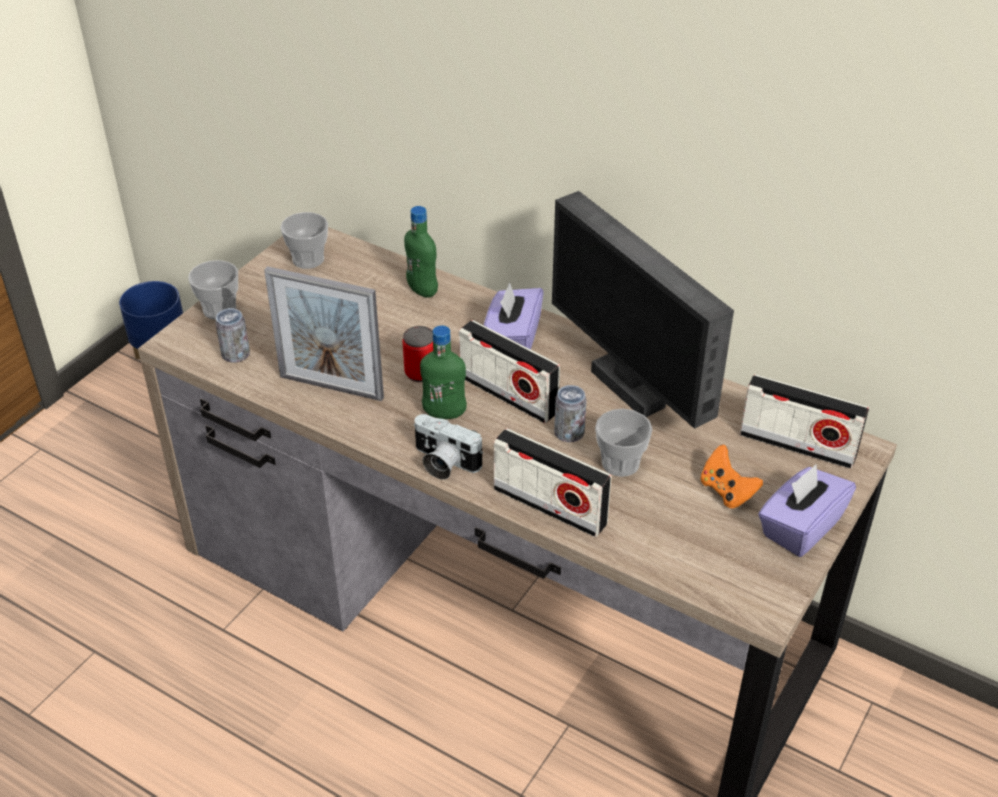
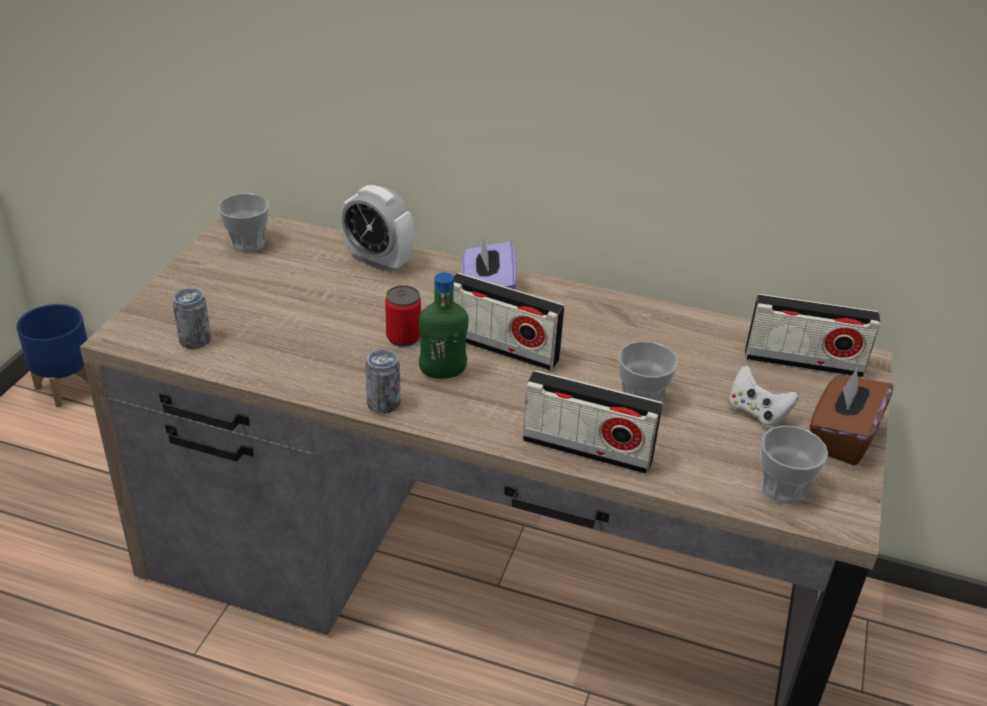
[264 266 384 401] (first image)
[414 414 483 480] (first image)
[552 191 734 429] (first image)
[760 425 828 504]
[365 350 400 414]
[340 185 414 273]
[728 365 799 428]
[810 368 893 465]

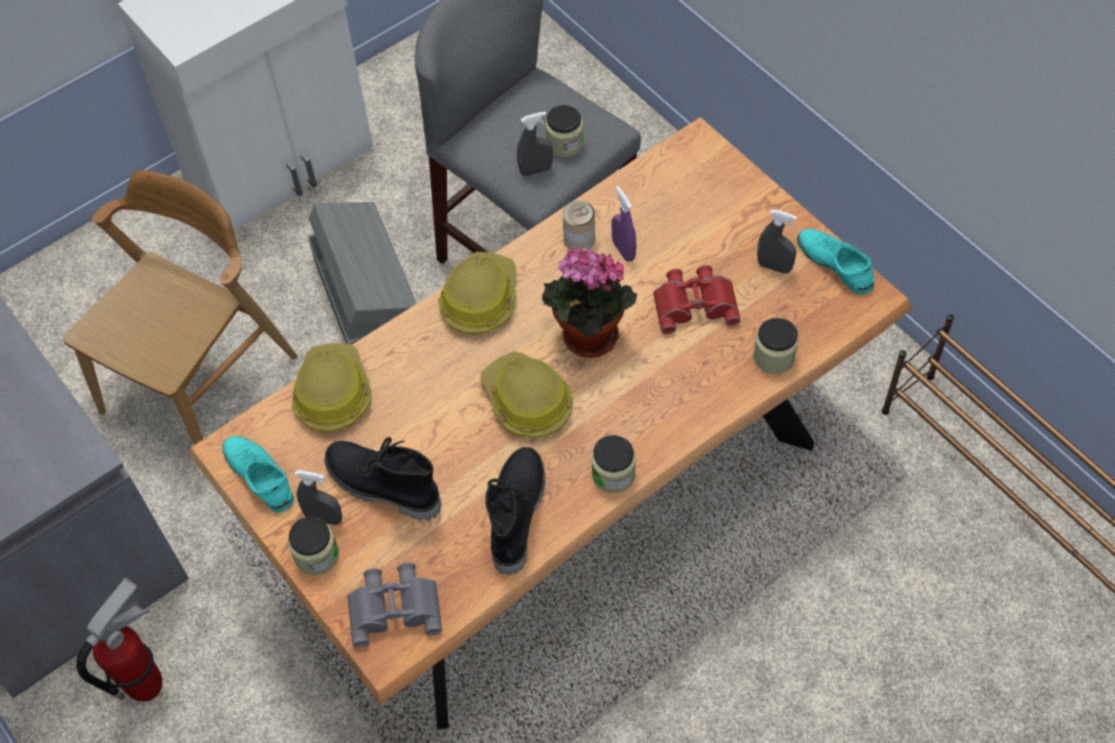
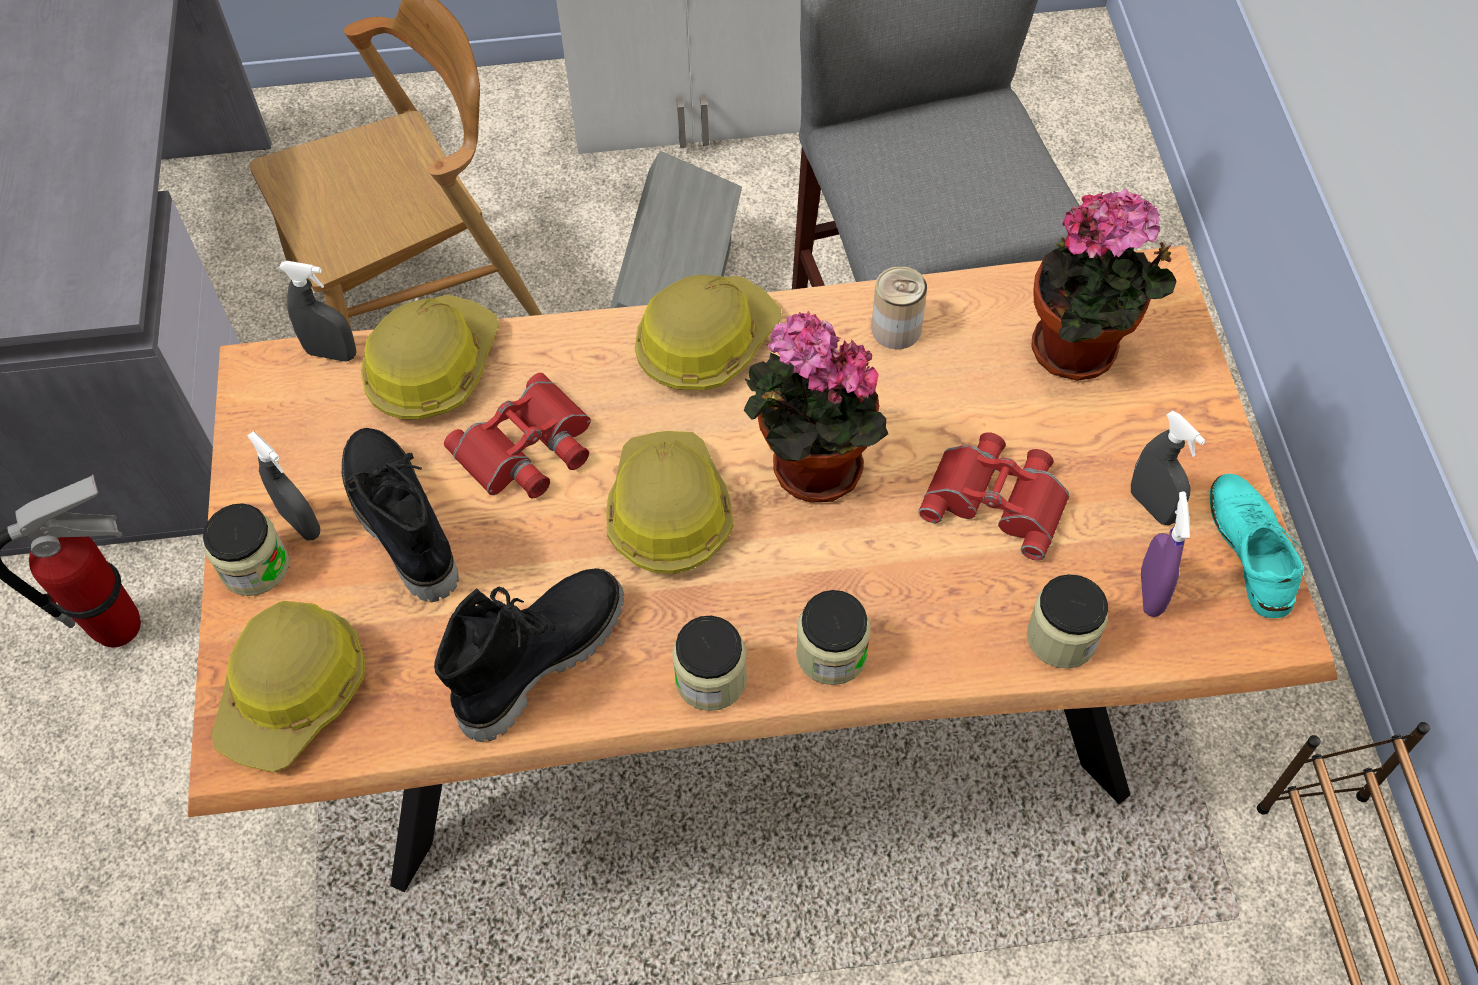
[222 436 294 512] (first image)
[444 373 591 499]
[1031 189 1177 381]
[279 261 356 362]
[796 590 871 685]
[1141 492 1190 617]
[211 601 365 772]

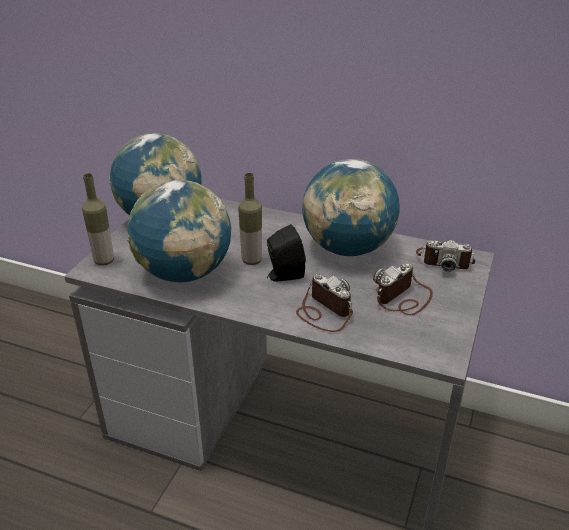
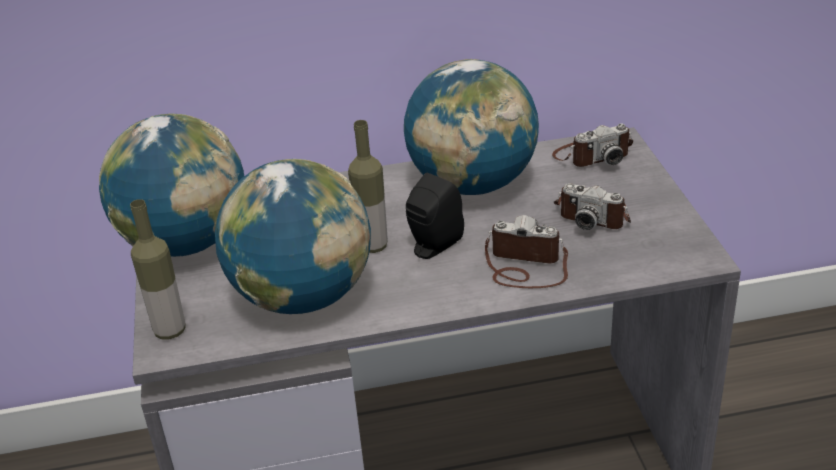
[554 183 631 230]

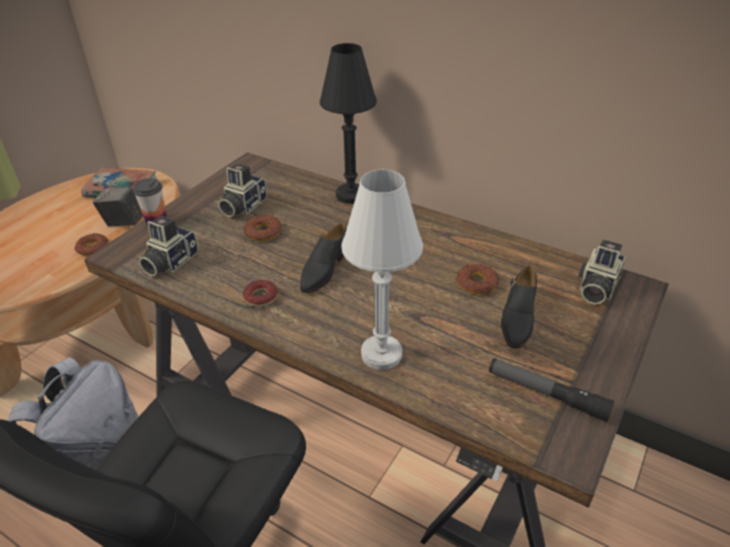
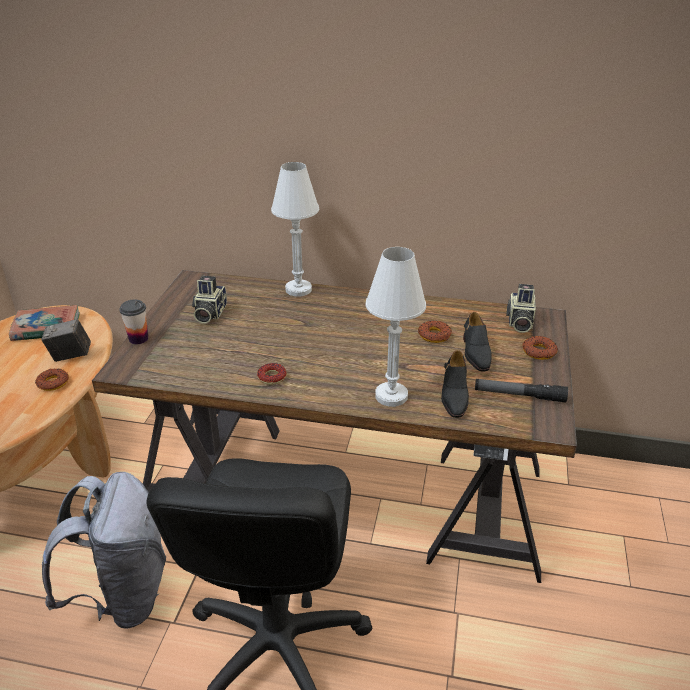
[139 216 198 276] (first image)
[522 336 558 360]
[441 350 469 418]
[271 162 319 297]

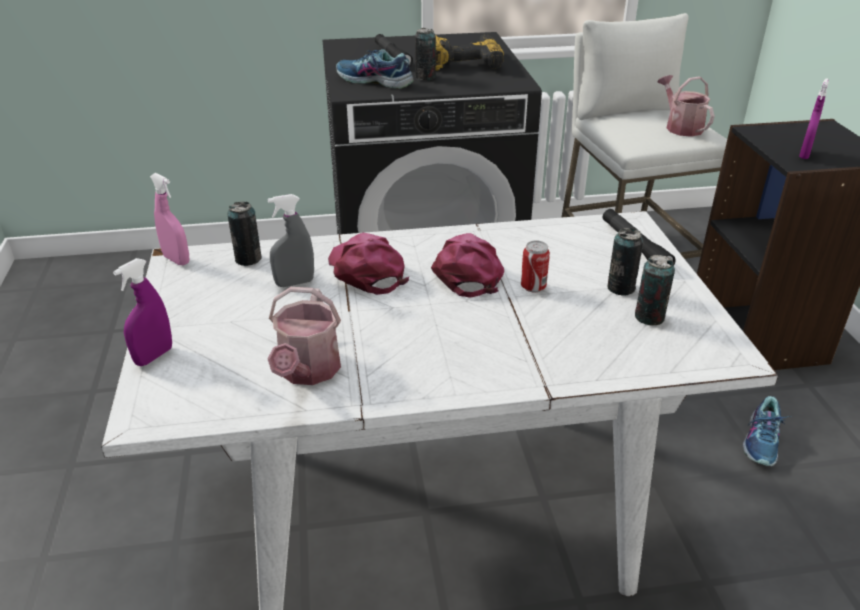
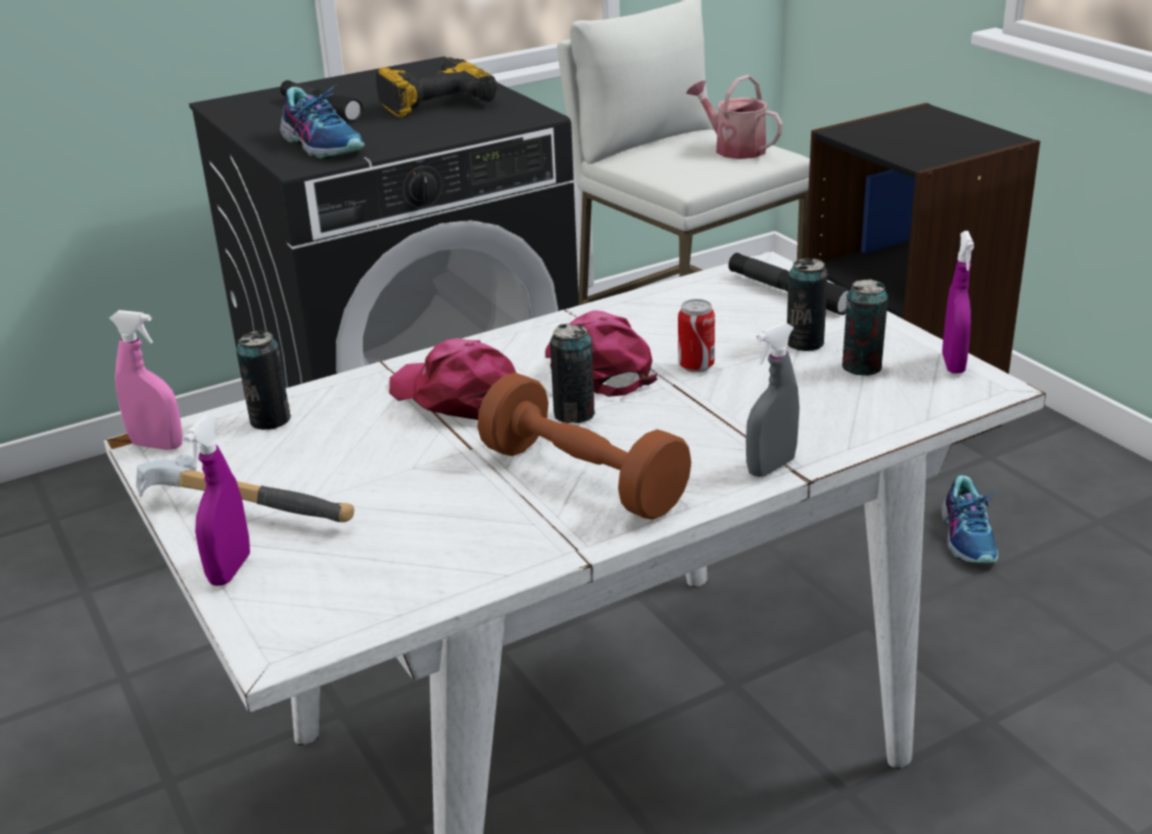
[268 287 341 385] (first image)
[136 455 354 522]
[478 373 691 520]
[746 322 799 477]
[550 323 595 423]
[942 231 974 374]
[280 84 364 159]

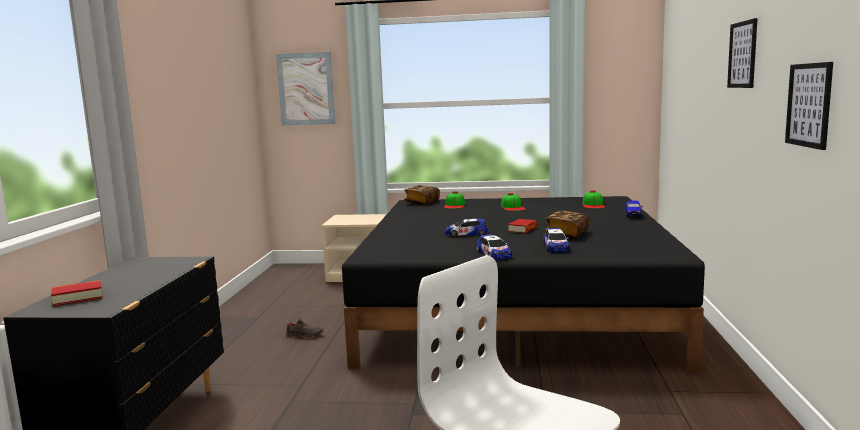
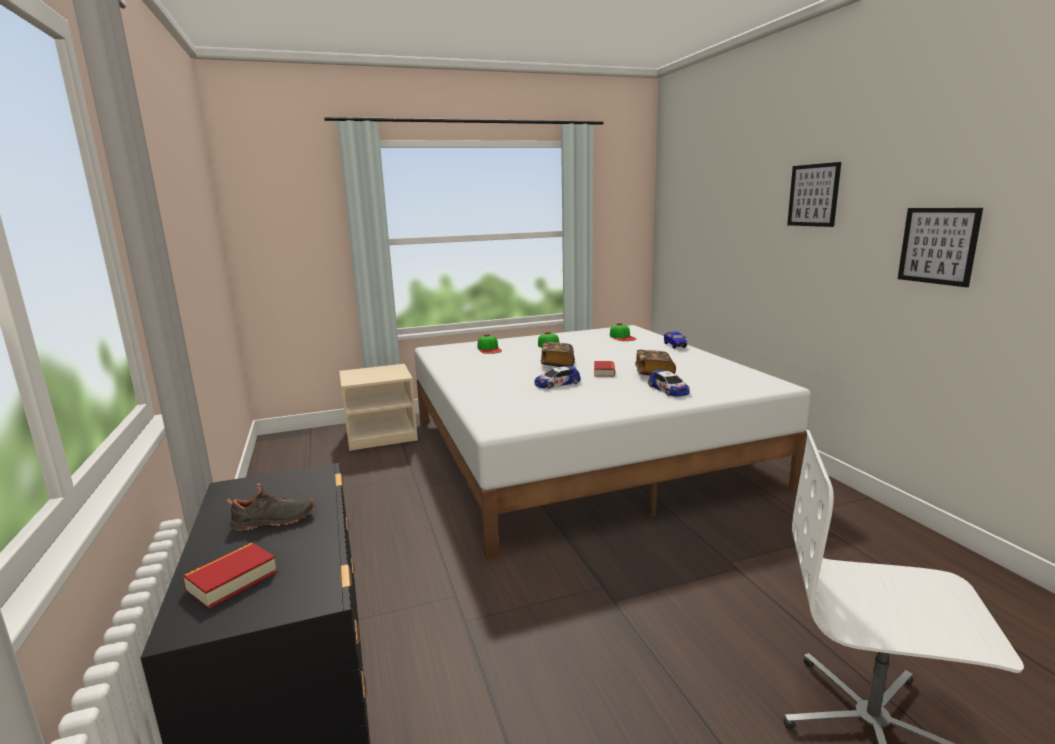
[276 52 336 126] (first image)
[476 234 512 260] (first image)
[227 483 315 531]
[540 342 575 367]
[414 325 811 560]

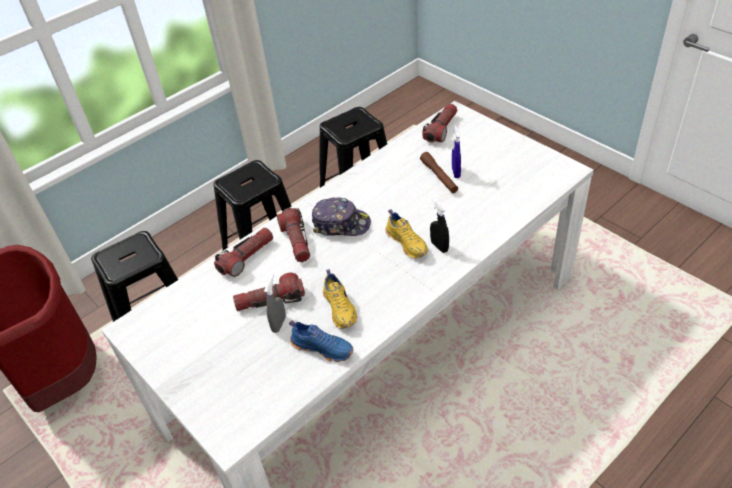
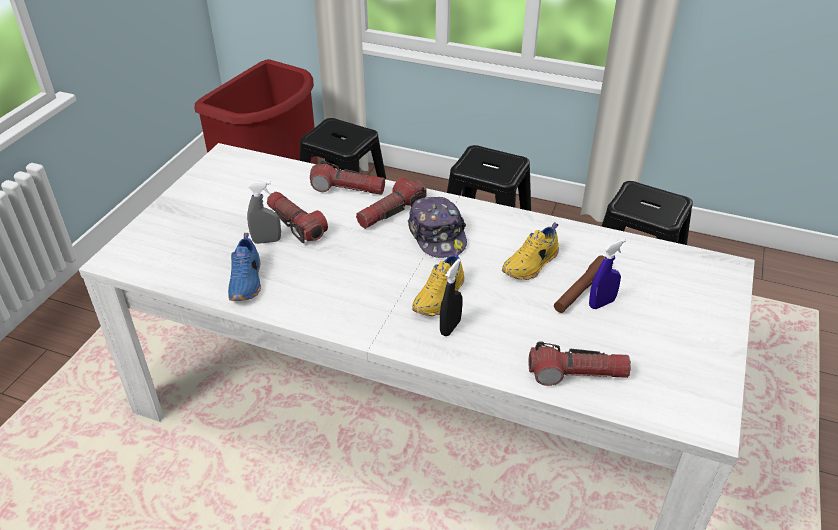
[502 222 559 280]
[528 341 631 386]

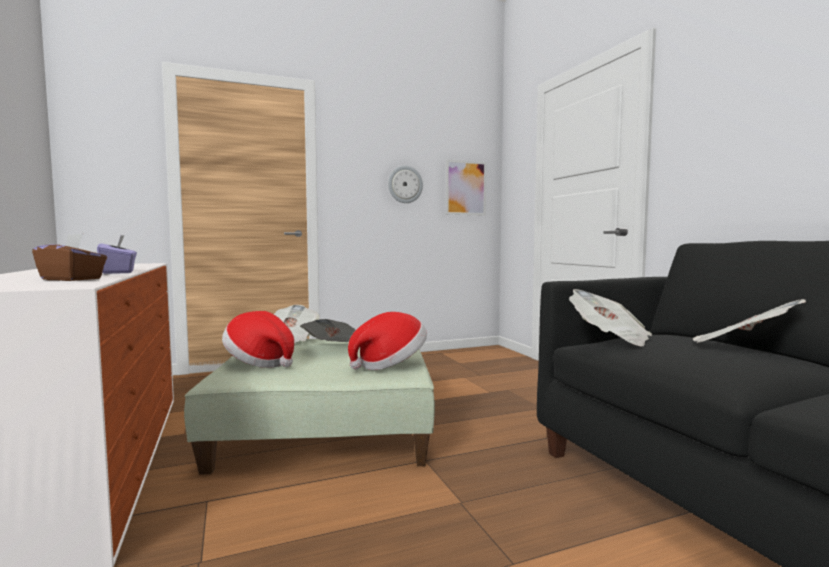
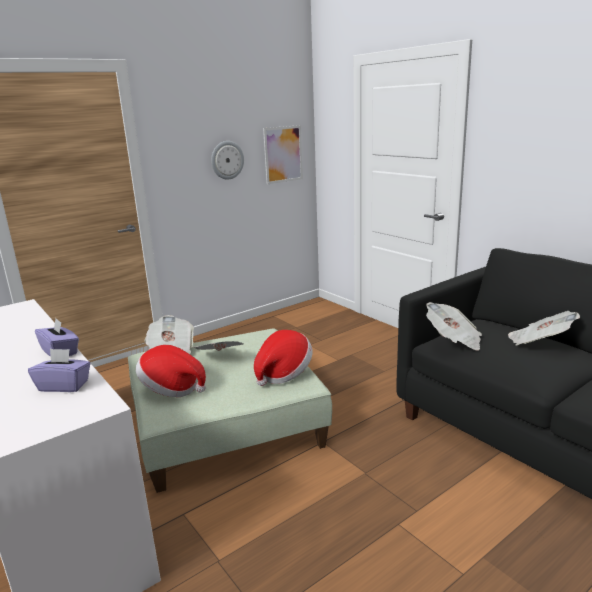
[28 349 91 392]

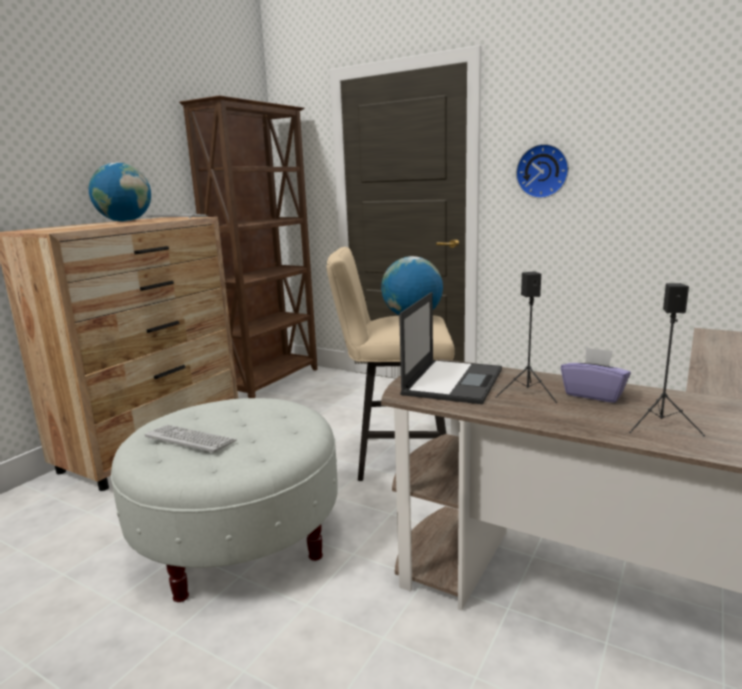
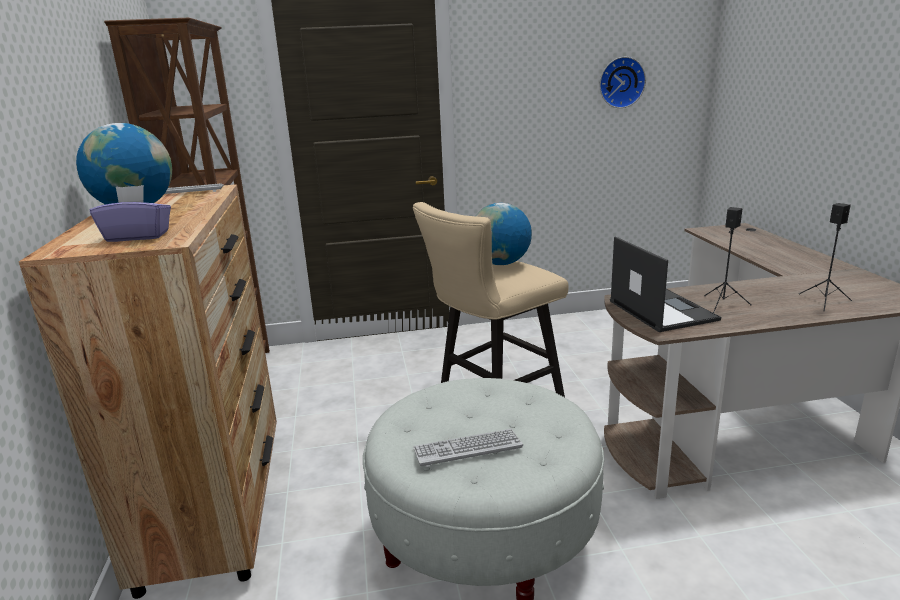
[600 57 646 108]
[90 185 171 242]

